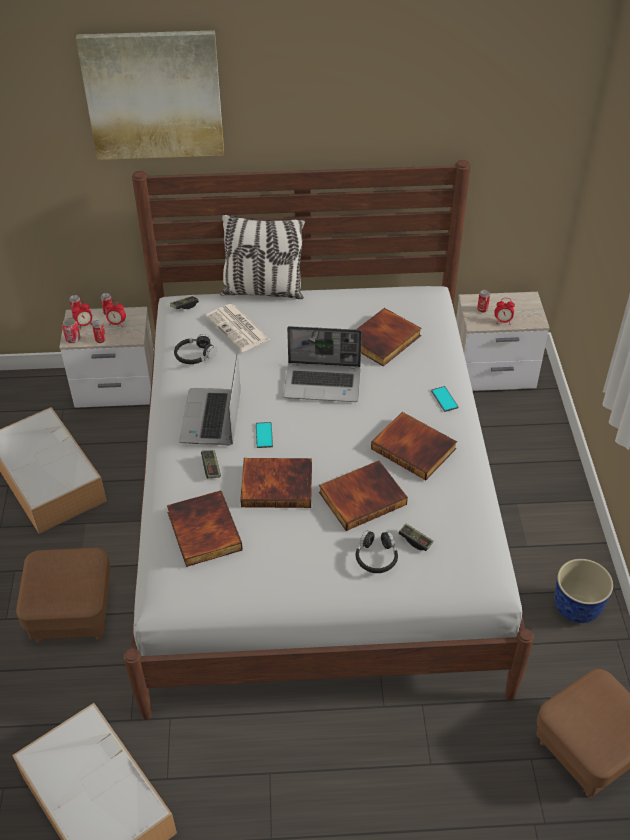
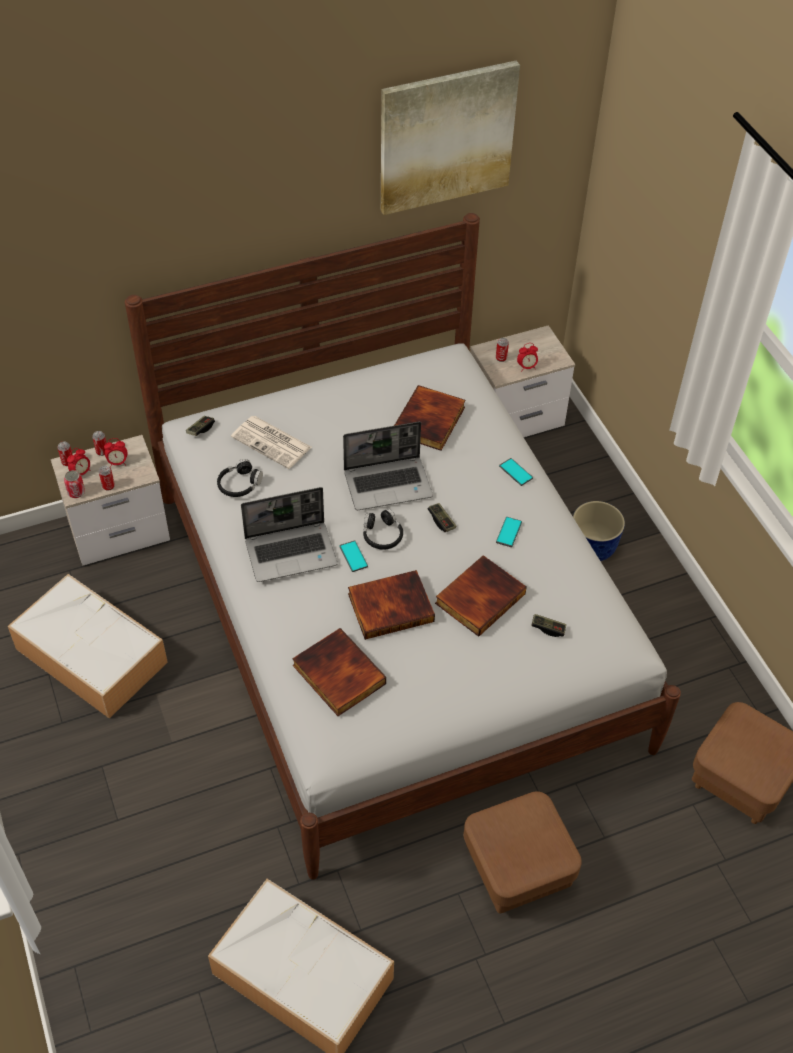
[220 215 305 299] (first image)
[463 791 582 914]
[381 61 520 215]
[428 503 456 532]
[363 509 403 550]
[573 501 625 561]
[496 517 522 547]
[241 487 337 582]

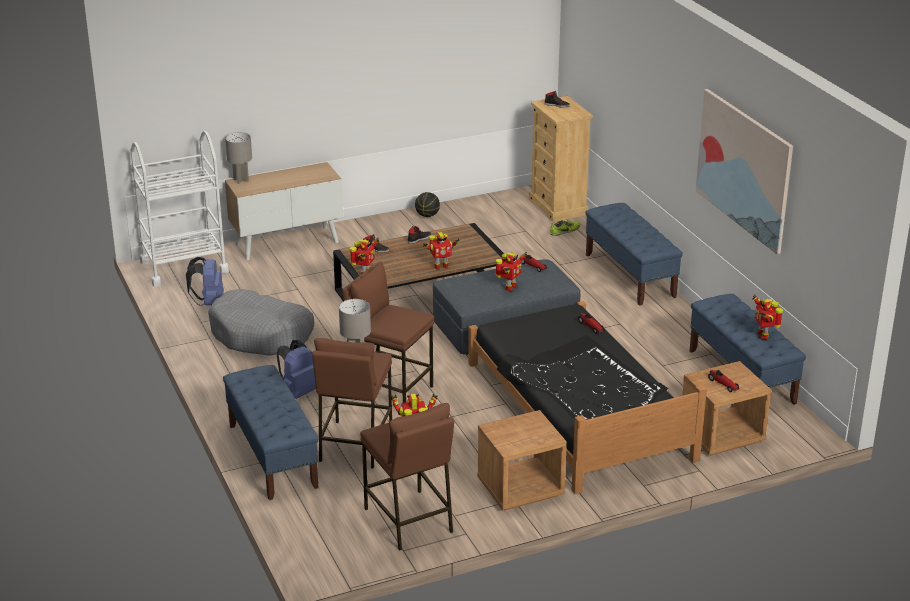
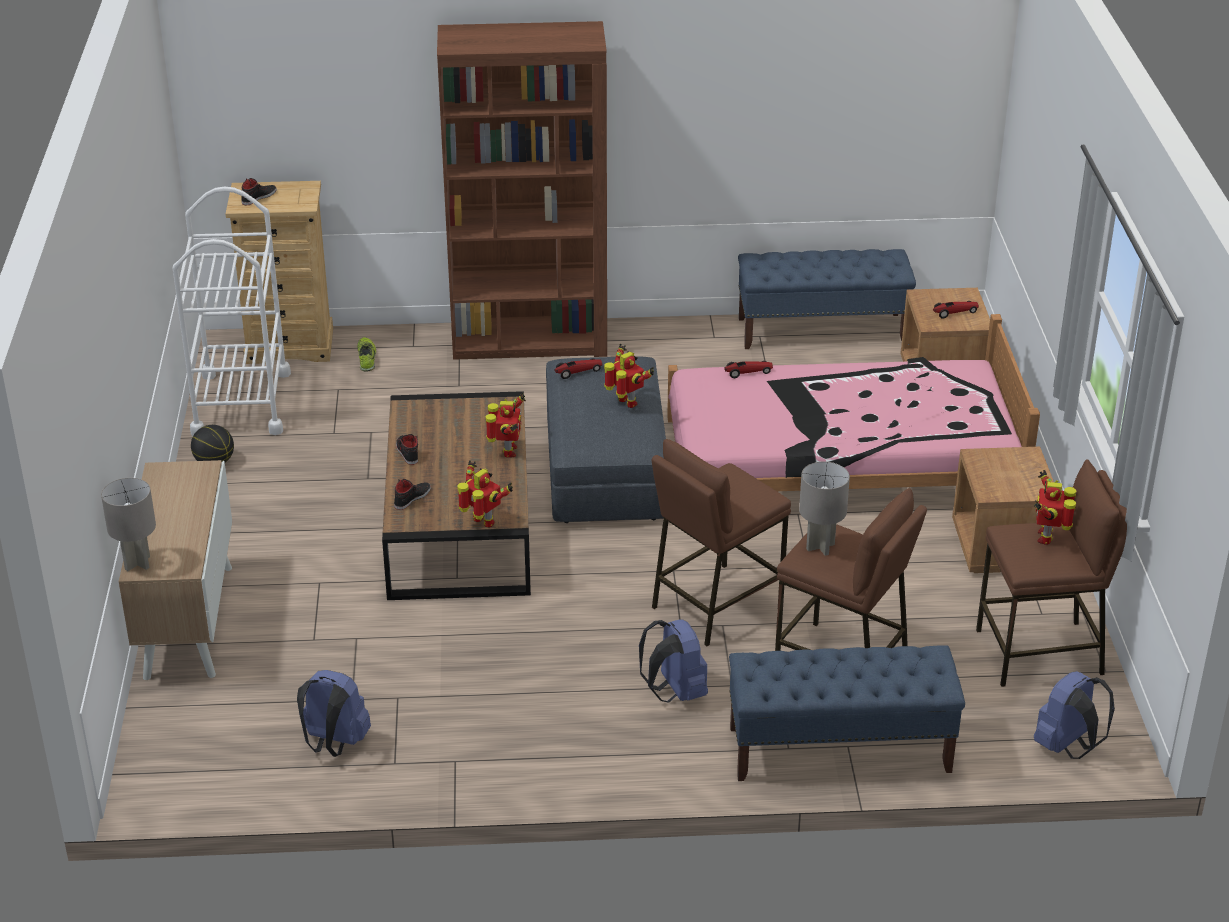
[208 289 314 355] (first image)
[696 89 793 254] (first image)
[752 294 783 340] (first image)
[1034 671 1115 759]
[173 186 291 437]
[437 21 607 360]
[667 314 1040 491]

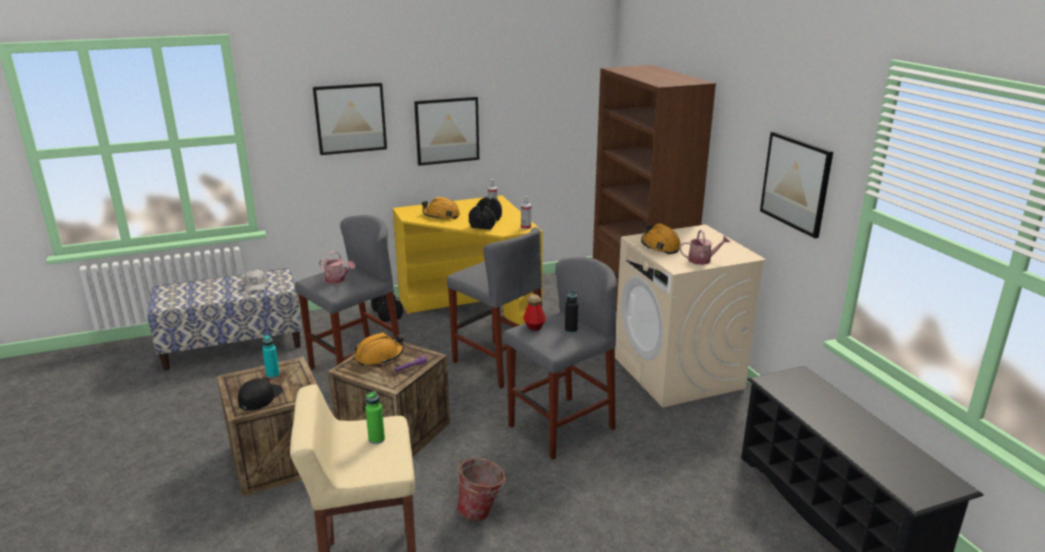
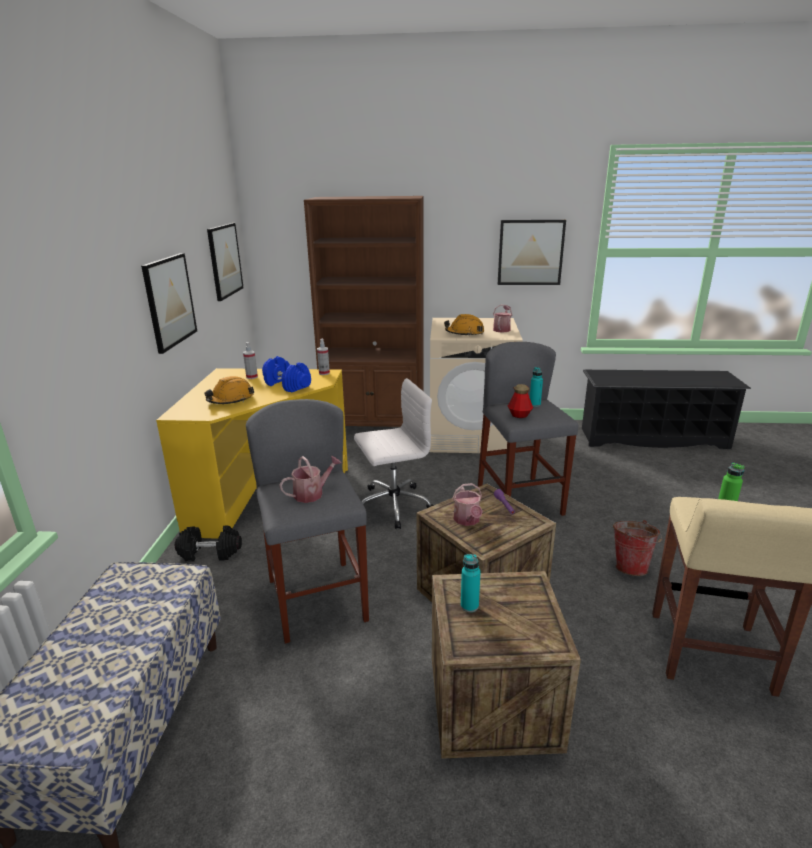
[238 378 283 411] (first image)
[244 270 267 292] (first image)
[207 223 244 301]
[452 483 483 526]
[354 378 434 529]
[262 356 311 392]
[530 367 543 407]

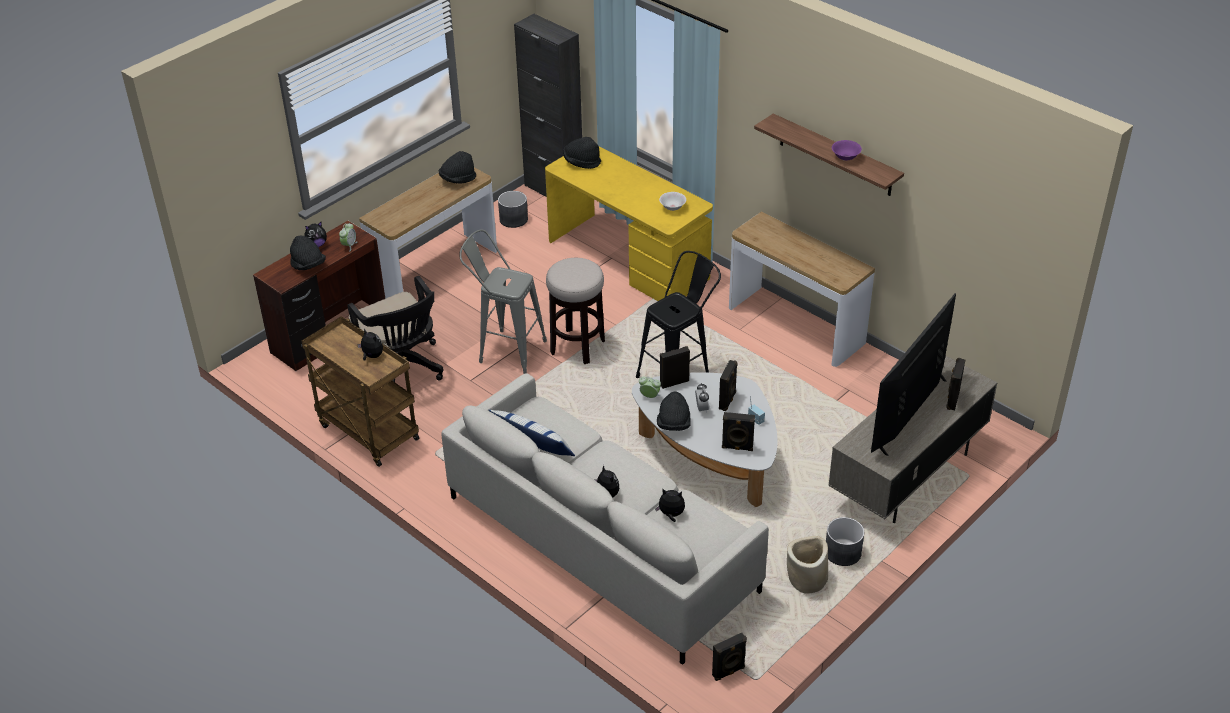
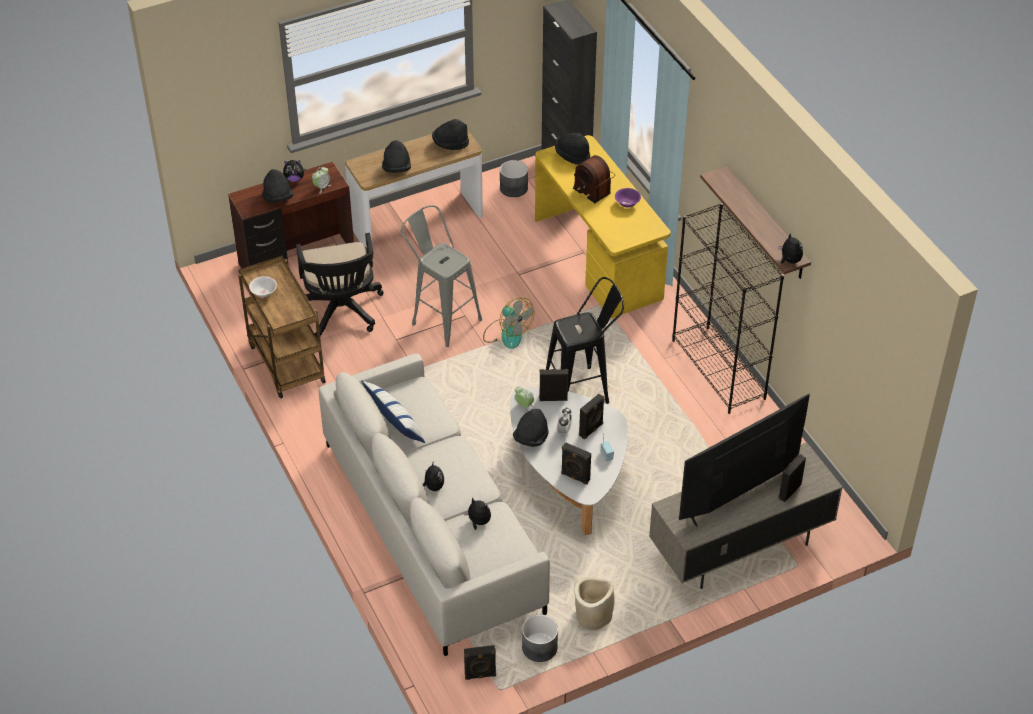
[382 140 411 173]
[573 155 615 203]
[779 233 803 264]
[249 276 277 297]
[522 615 558 662]
[615 188 641 207]
[483 298 534 349]
[672 203 784 414]

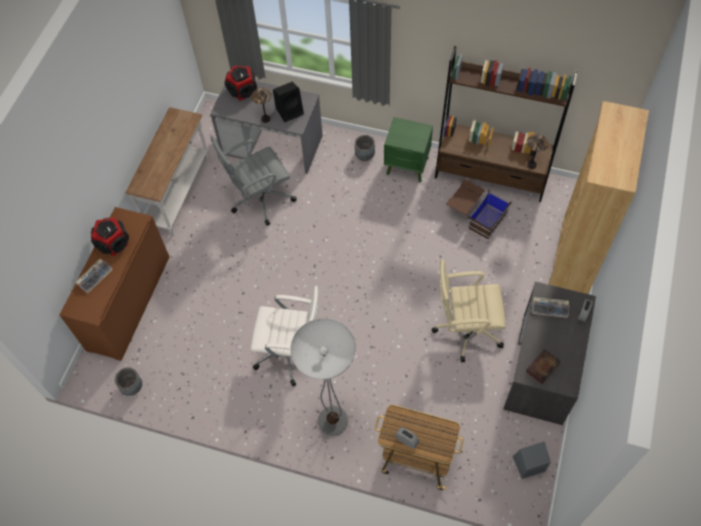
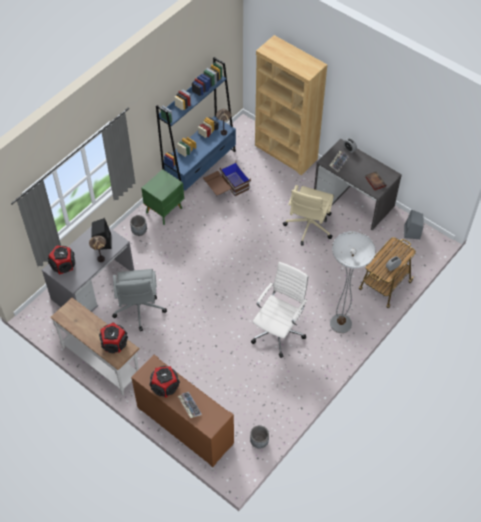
[99 322 128 353]
[156 57 236 191]

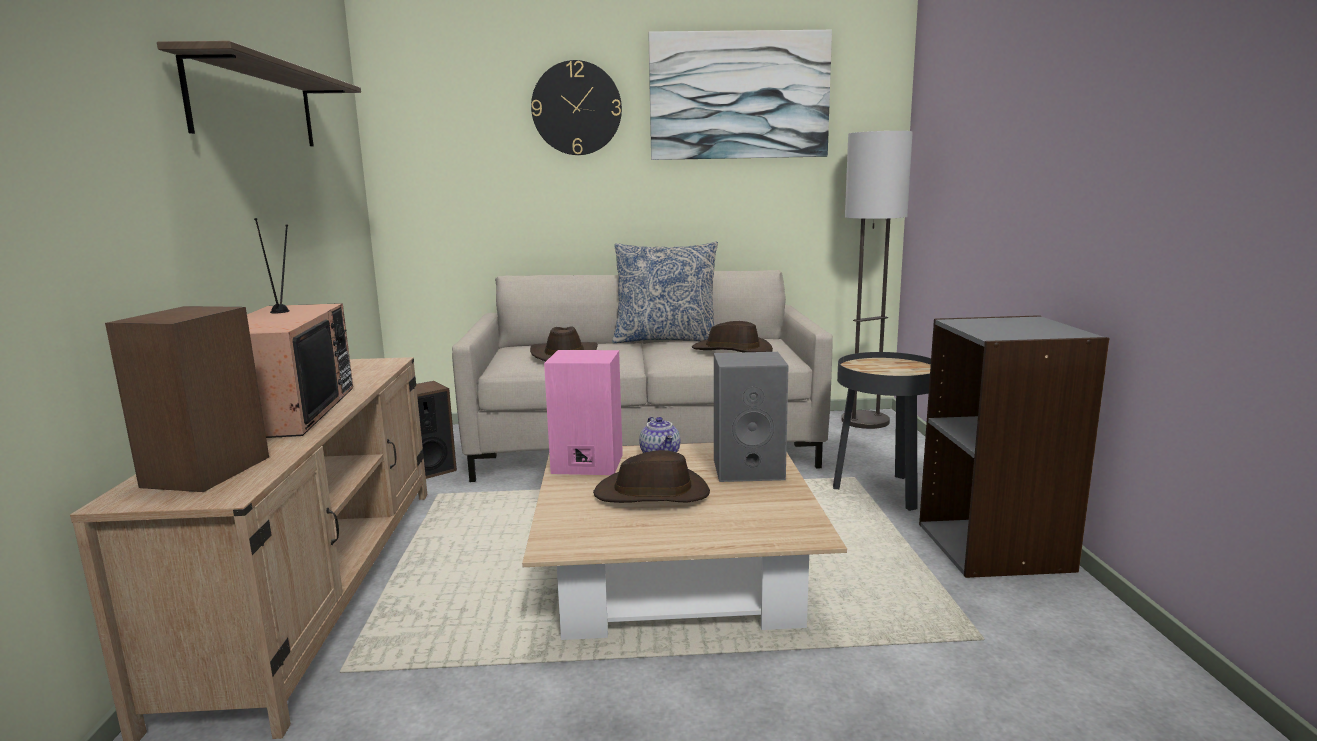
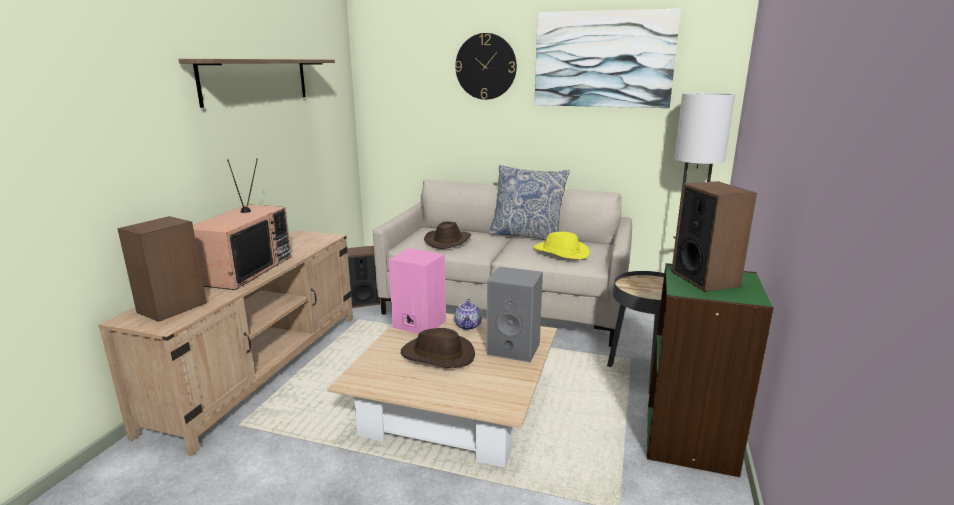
[671 181 757 292]
[533 232 590 260]
[647 263 774 477]

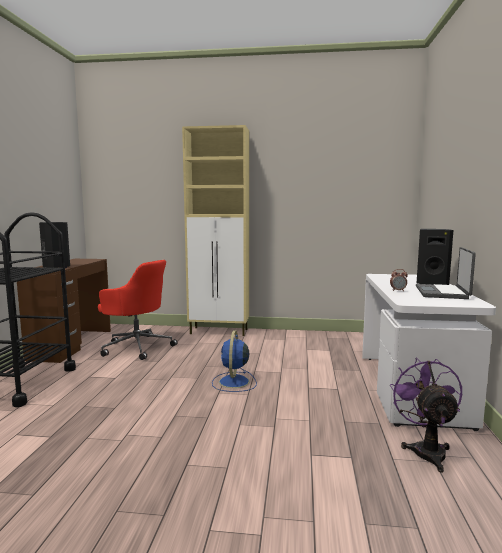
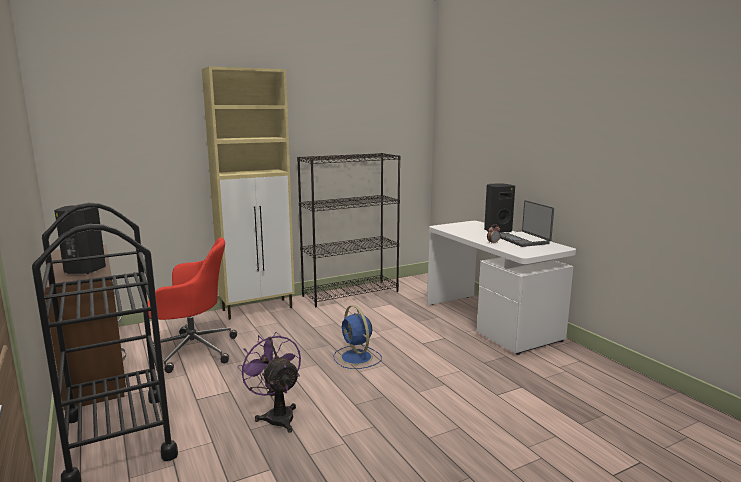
[297 153 401 308]
[238 332 301 433]

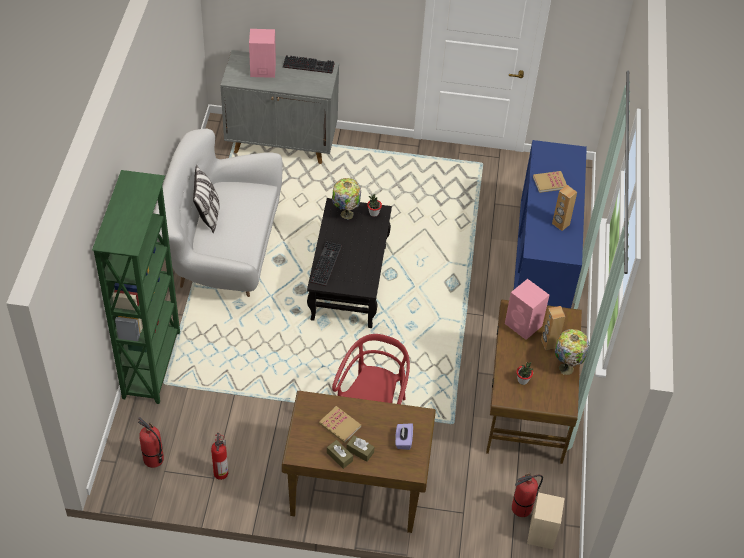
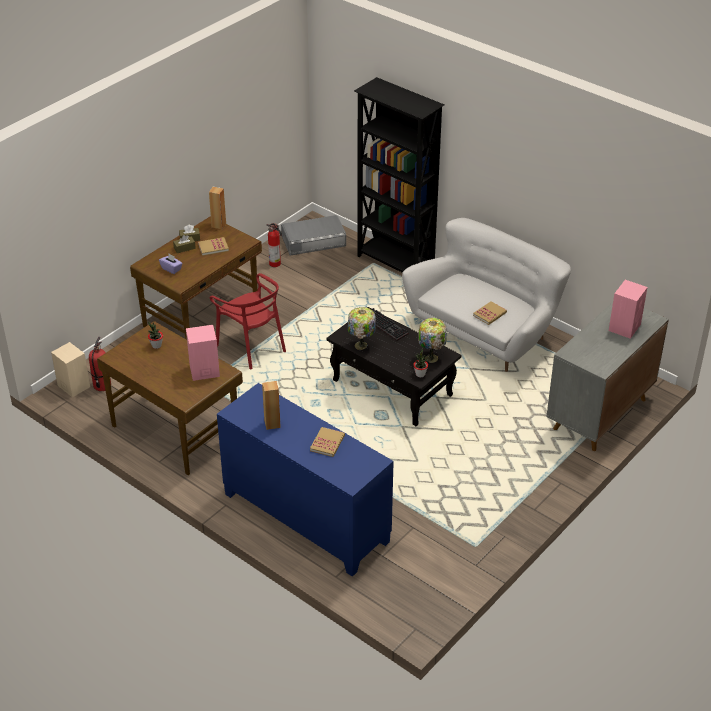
[193 165 220 233] (first image)
[283 55 335 73] (first image)
[473 301 507 325]
[209 187 226 229]
[348 307 376 350]
[281 215 346 256]
[354 77 444 273]

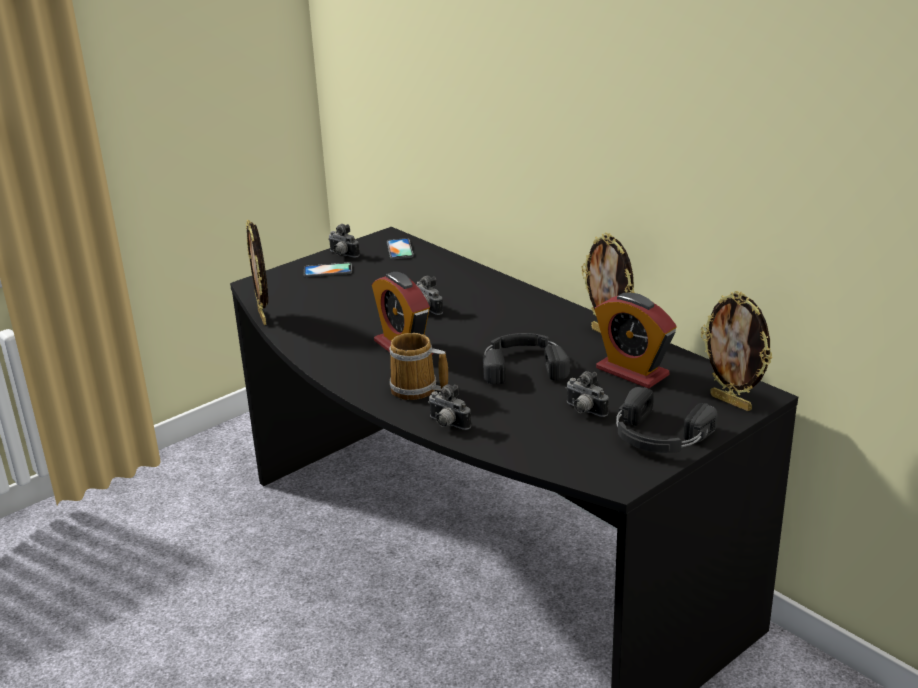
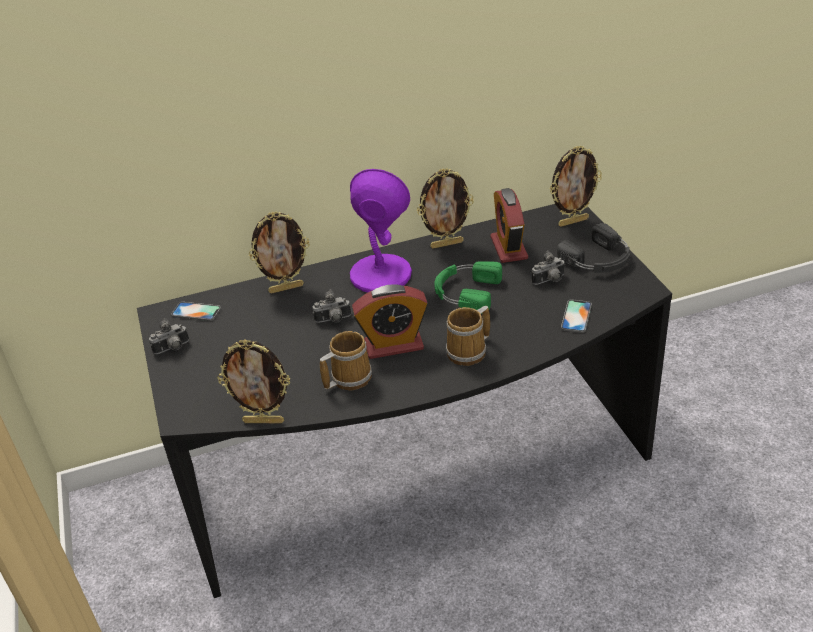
[428 384 471 430] (first image)
[249 212 310 293]
[320 331 372 390]
[350 169 412 292]
[561 299 592 333]
[434 261 502 314]
[490 188 528 263]

